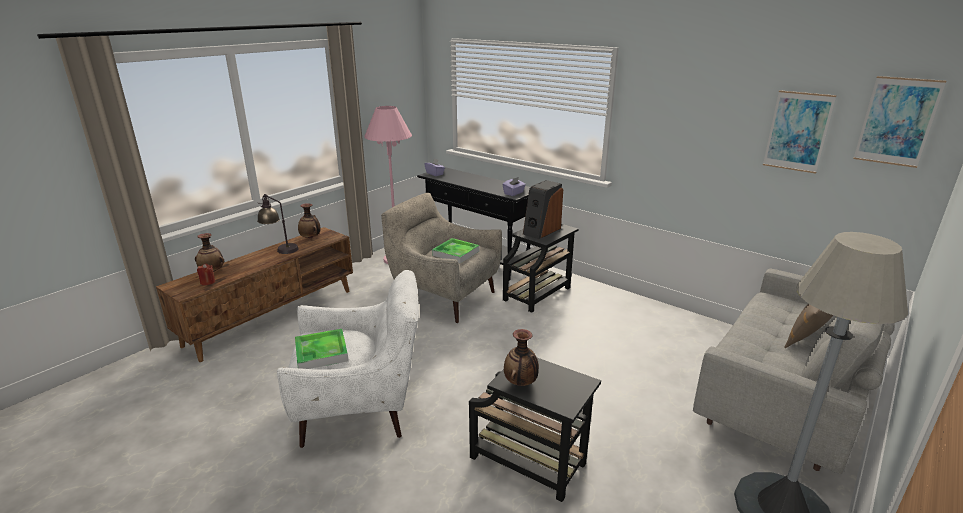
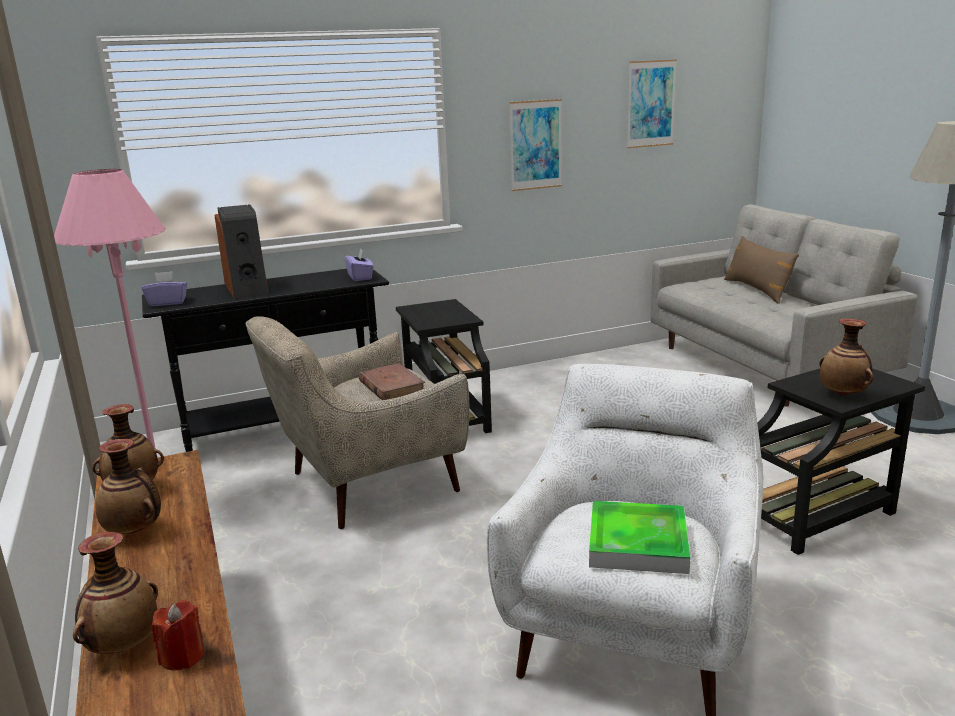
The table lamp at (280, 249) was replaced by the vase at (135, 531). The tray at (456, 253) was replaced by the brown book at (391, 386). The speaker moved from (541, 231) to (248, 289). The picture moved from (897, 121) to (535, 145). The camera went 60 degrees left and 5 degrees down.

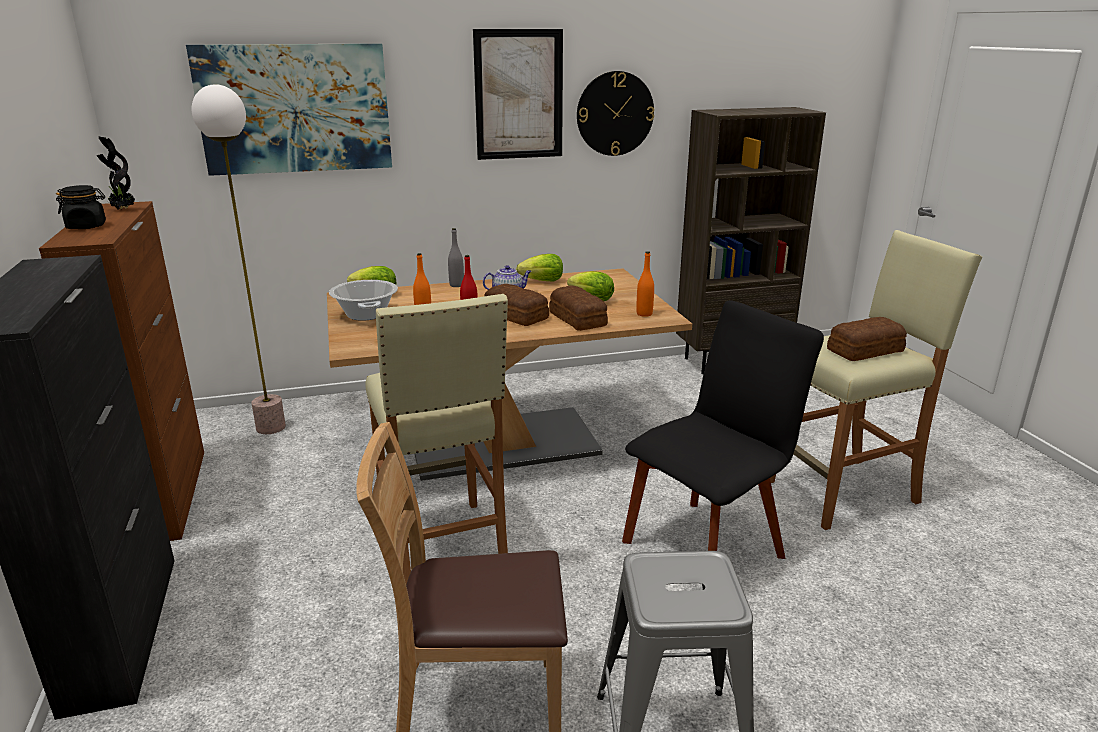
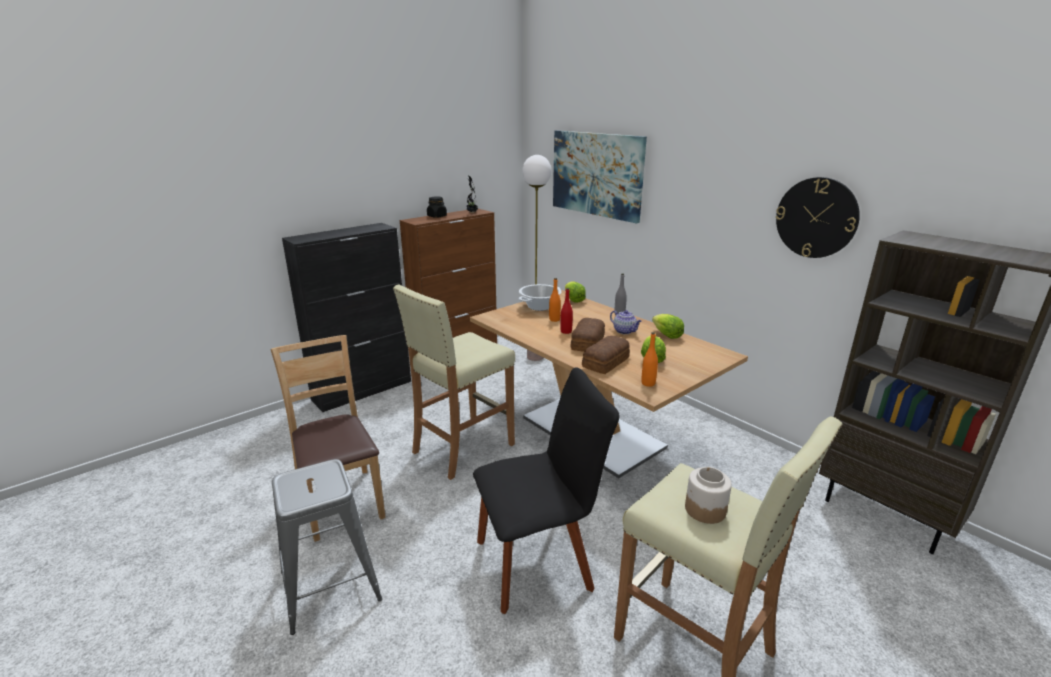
The picture at (519, 95) disappeared. The black chair at (707, 545) turned 45 degrees counterclockwise. The bread at (863, 350) was replaced by the jar at (705, 509). The camera went 65 degrees right and 0 degrees up.

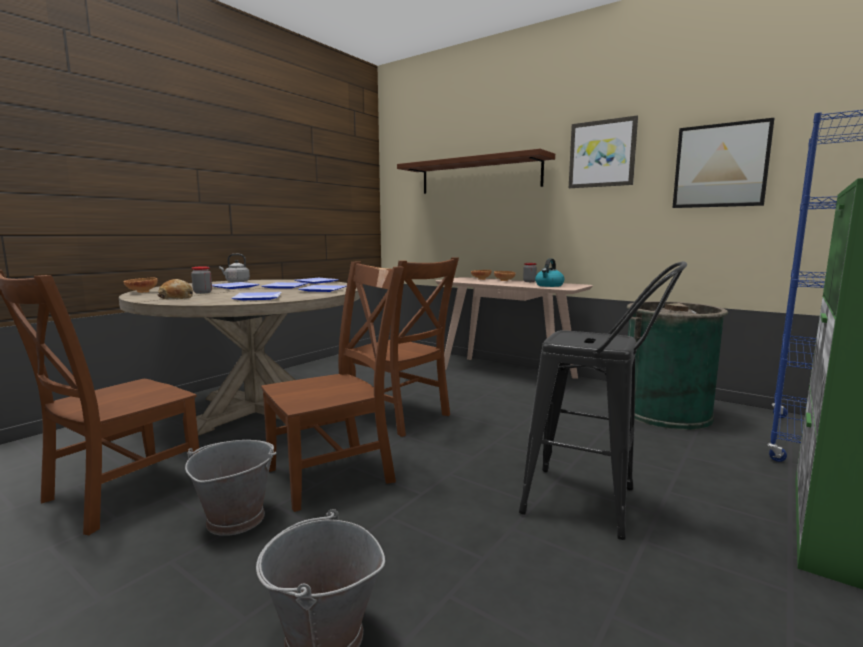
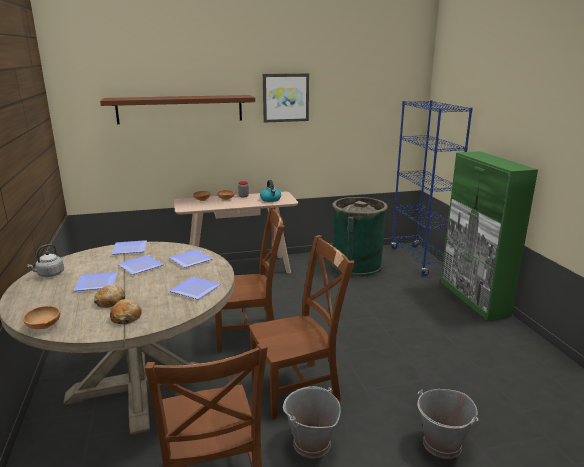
The jar at (202, 292) was replaced by the bread at (110, 302). The brown chair at (336, 474) turned 60 degrees clockwise. The black stool at (593, 504) disappeared. The picture at (720, 166) disappeared. The camera went 50 degrees left and 10 degrees up.

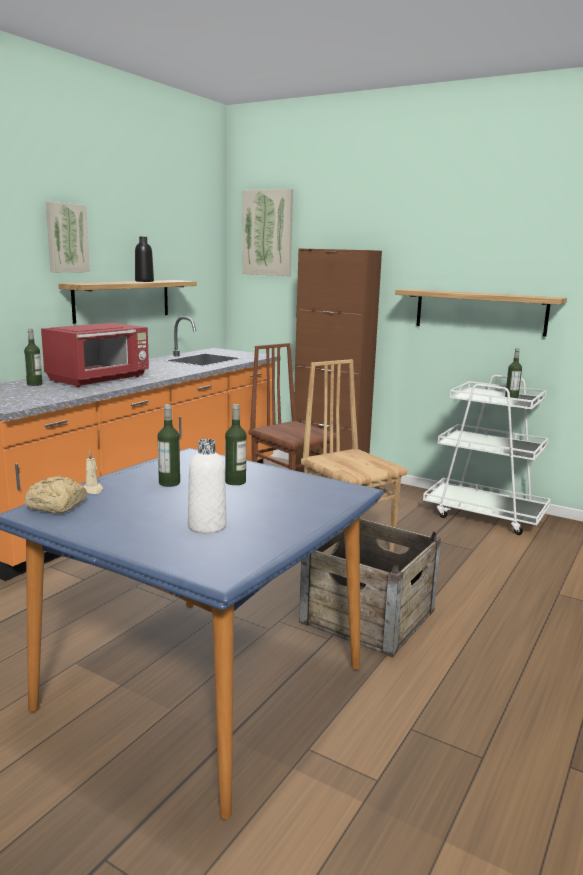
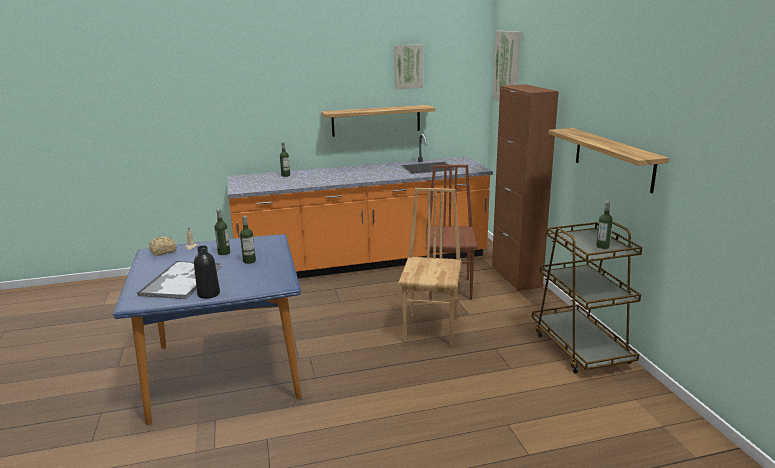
The red microwave at (100, 379) disappeared. The picture moved from (66, 238) to (408, 66). The black bottle moved from (144, 281) to (208, 294). The white bottle at (207, 526) was replaced by the tray at (181, 280). The crate at (367, 616) disappeared. The white cart at (485, 515) became the brown cart at (580, 348). The camera went 45 degrees right and 5 degrees up.

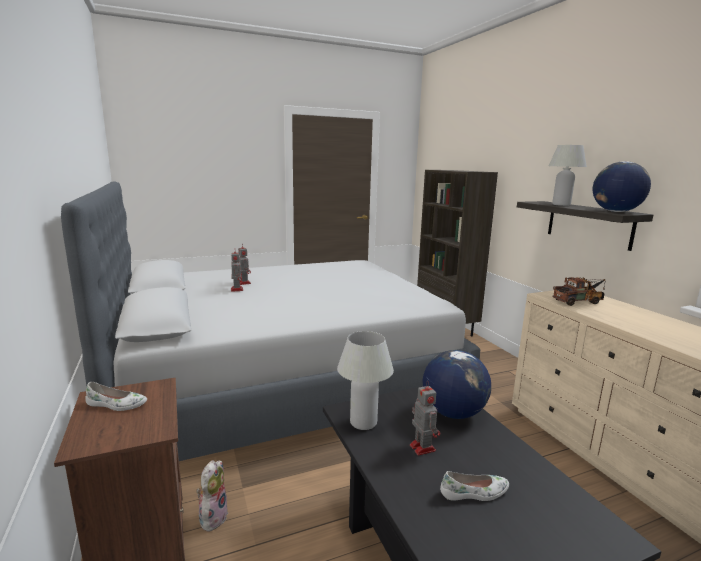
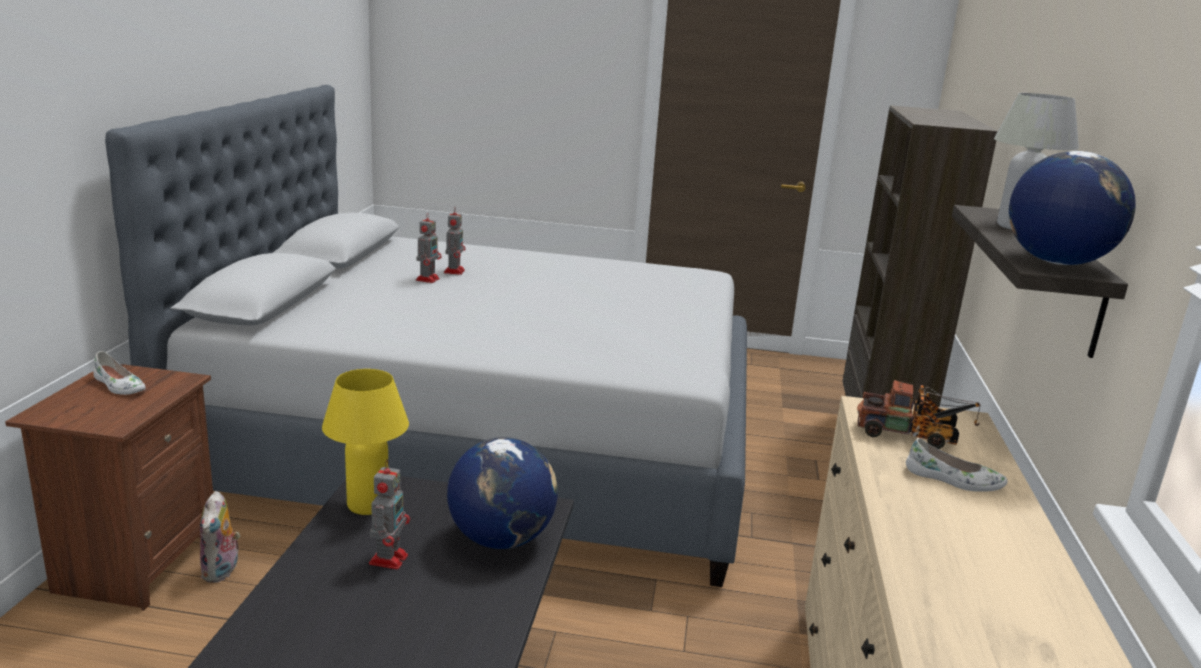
The plush toy at (213, 516) turned 135 degrees clockwise. The white table lamp at (363, 422) became the yellow table lamp at (368, 505). The white shoe moved from (474, 493) to (953, 480). The camera went 30 degrees right and 5 degrees up.

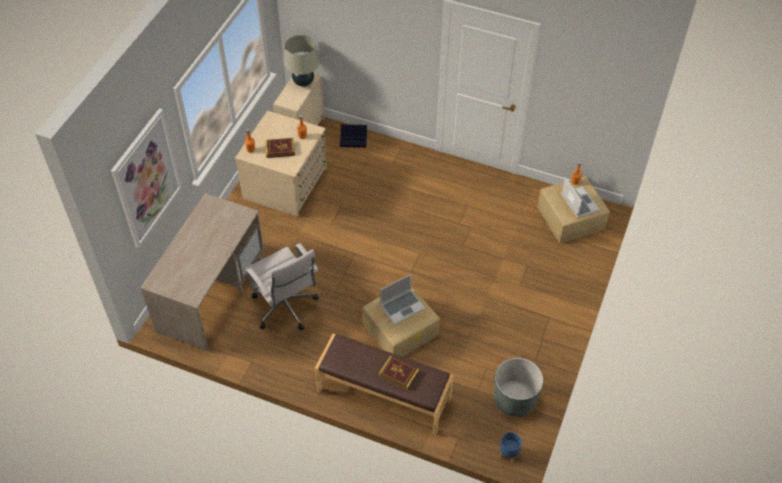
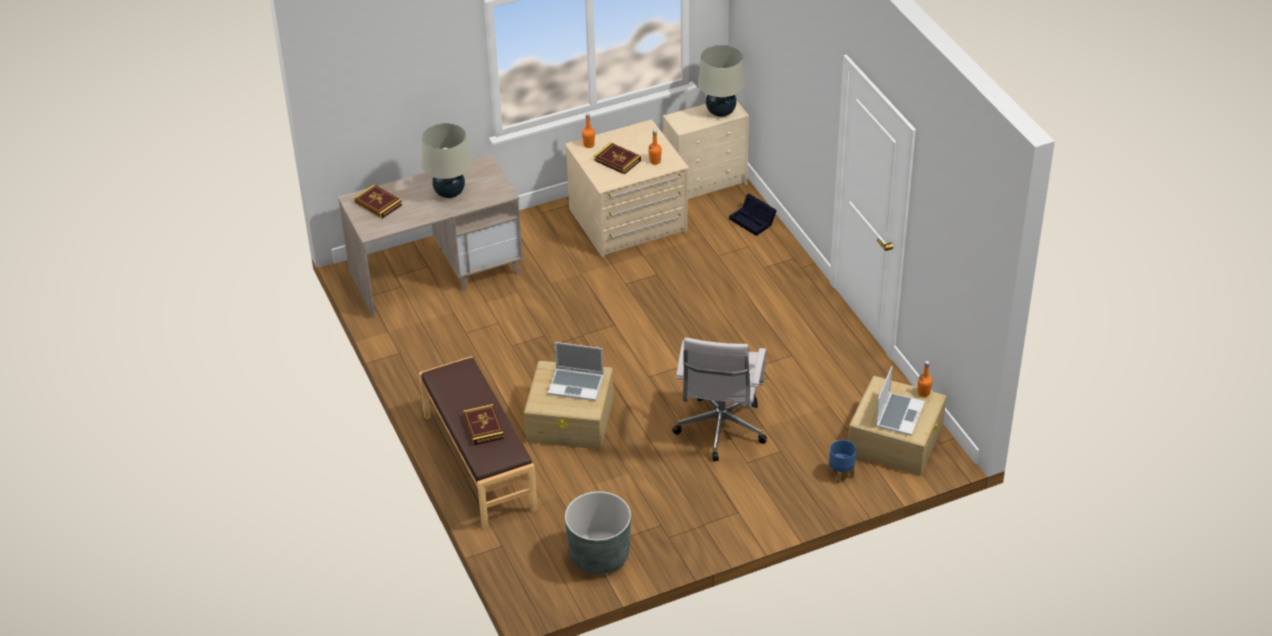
The picture at (146, 178) disappeared. The white office chair moved from (286, 309) to (720, 431). The blue planter moved from (508, 453) to (841, 473). The book at (378, 204) appeared. The beige table lamp at (449, 193) appeared. The camera went 45 degrees right and 10 degrees down.

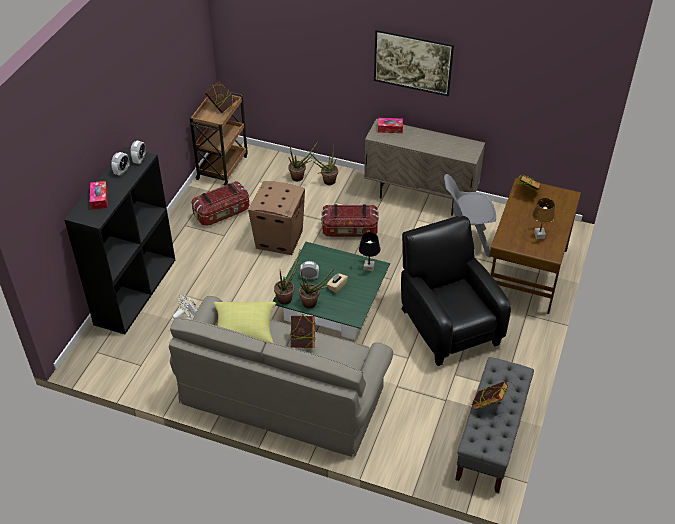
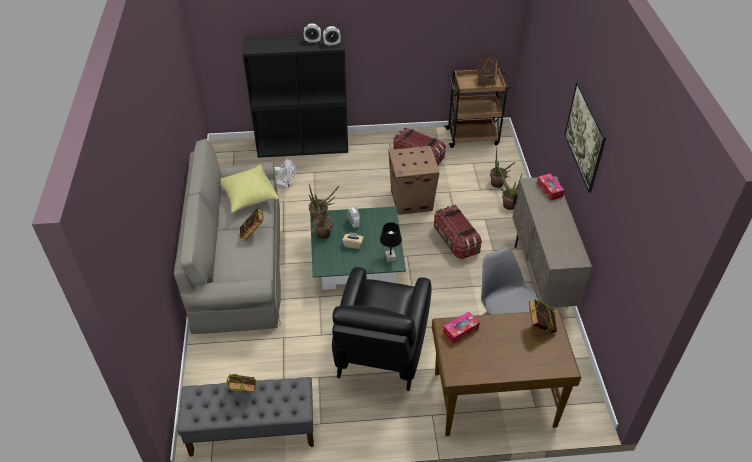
The tissue box moved from (99, 198) to (460, 331). The black armchair at (447, 324) turned 150 degrees clockwise. The brown table lamp at (539, 235) disappeared. The camera went 65 degrees right and 0 degrees up.

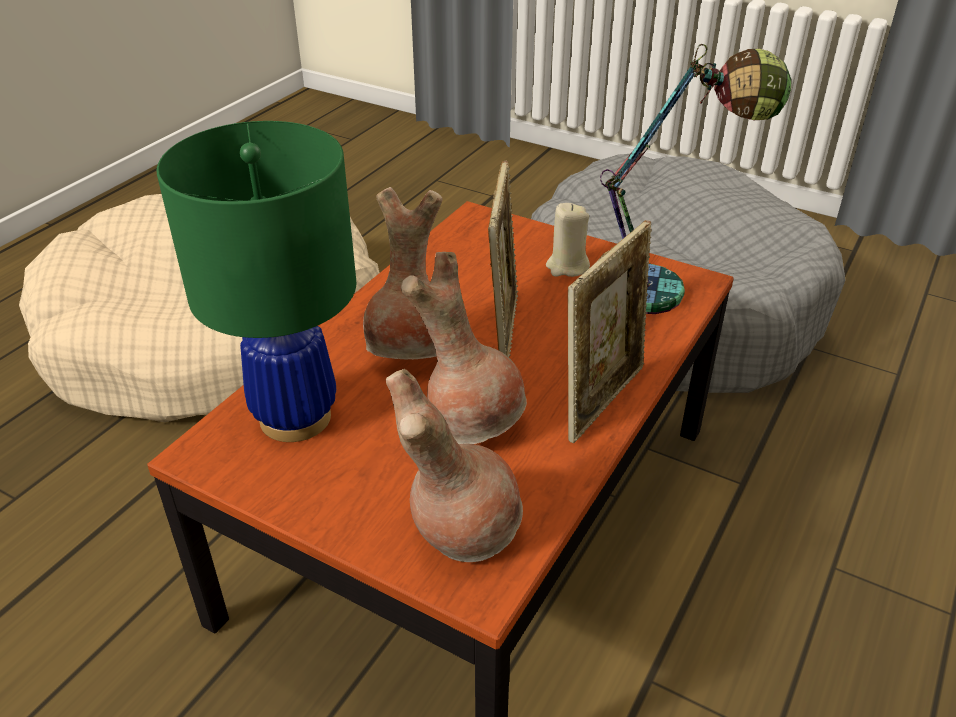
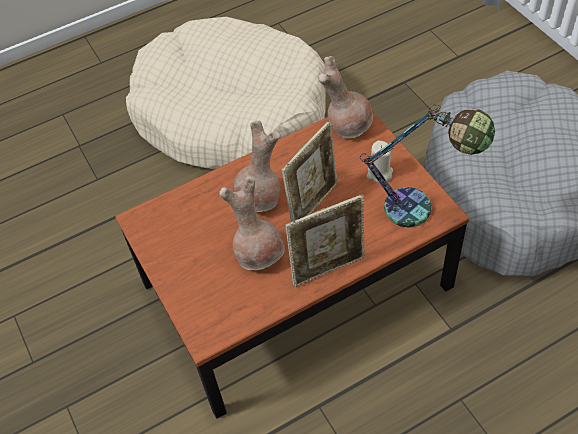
The green table lamp at (295, 418) disappeared. The brown vase moved from (461, 530) to (348, 126). The camera went 35 degrees right and 15 degrees up.

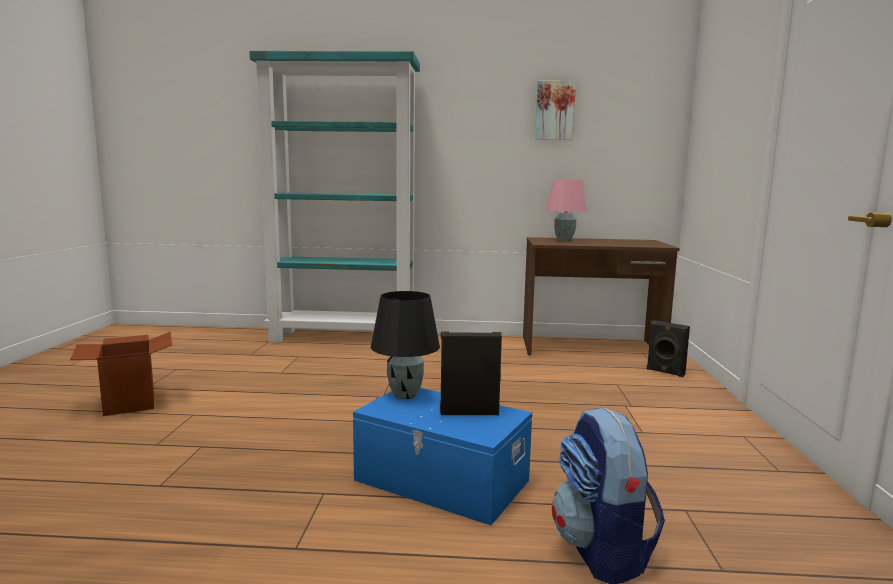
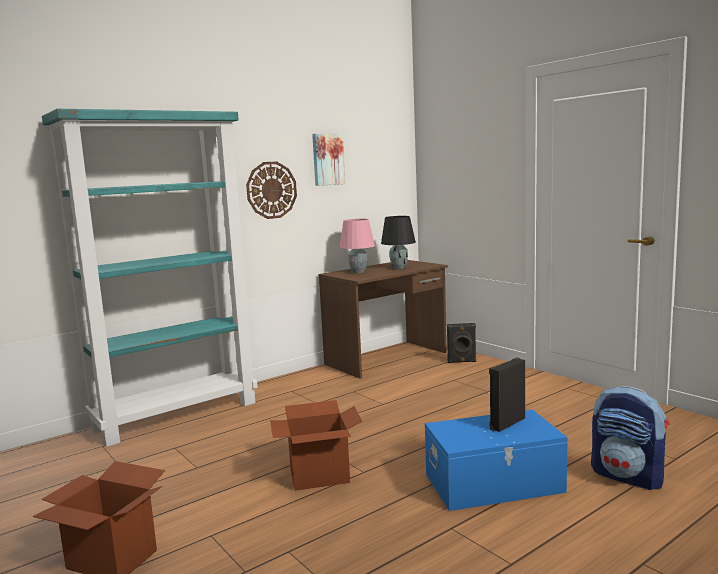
The black table lamp moved from (404, 395) to (399, 268). The wall clock at (271, 190) appeared. The cardboard box at (319, 476) appeared. The camera went 40 degrees left and 0 degrees up.

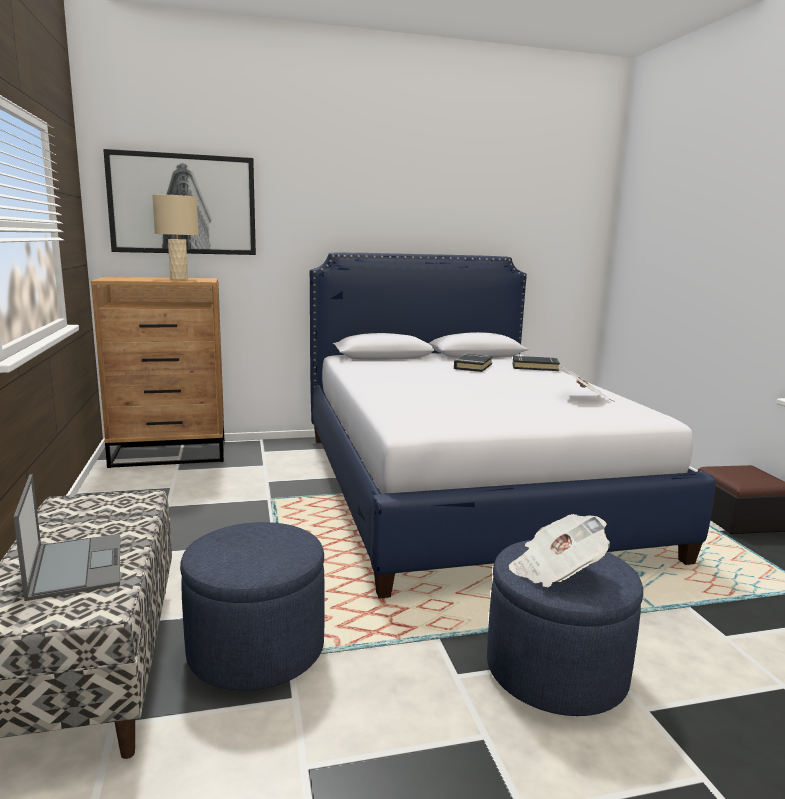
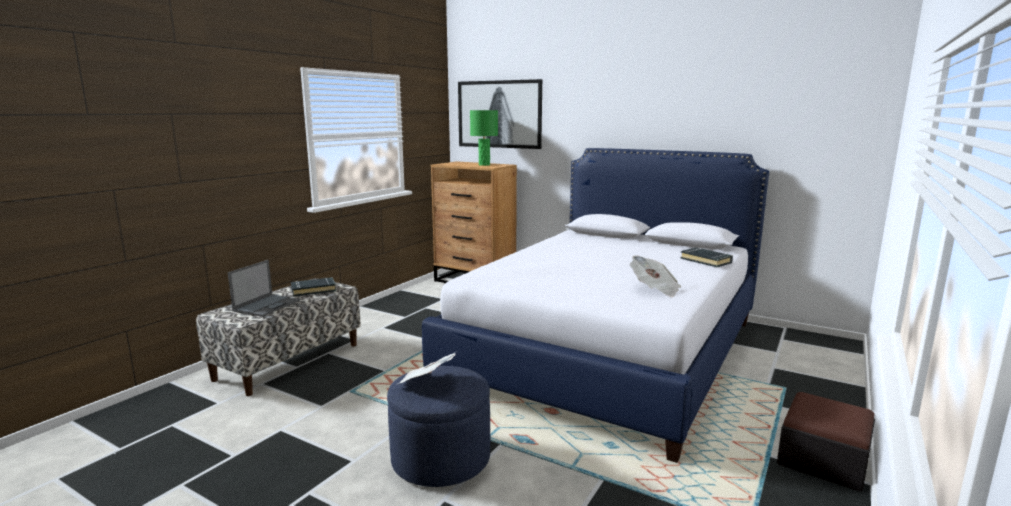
The beige table lamp at (178, 279) became the green table lamp at (484, 165). The blue ottoman at (256, 649) disappeared. The black book moved from (473, 366) to (313, 290). The camera went 45 degrees right and 0 degrees up.

